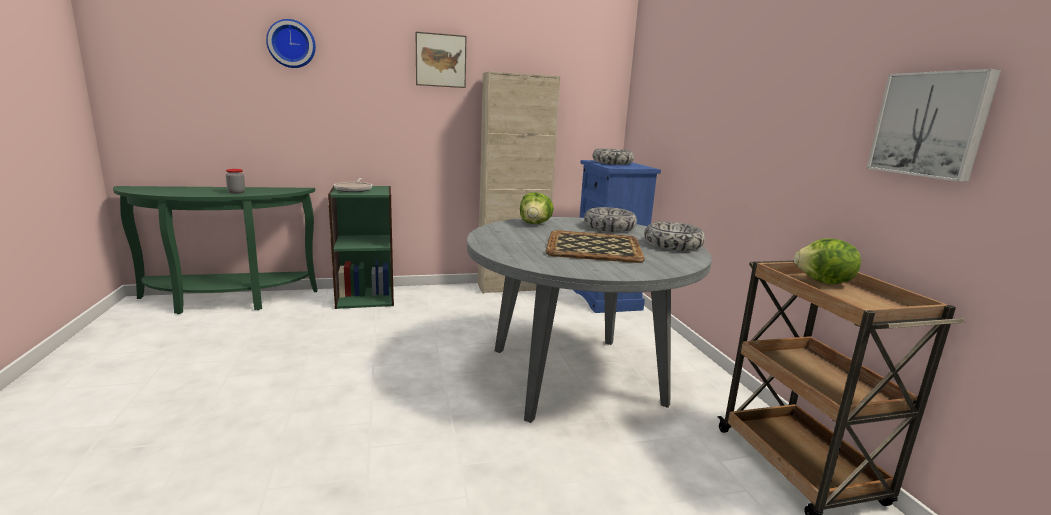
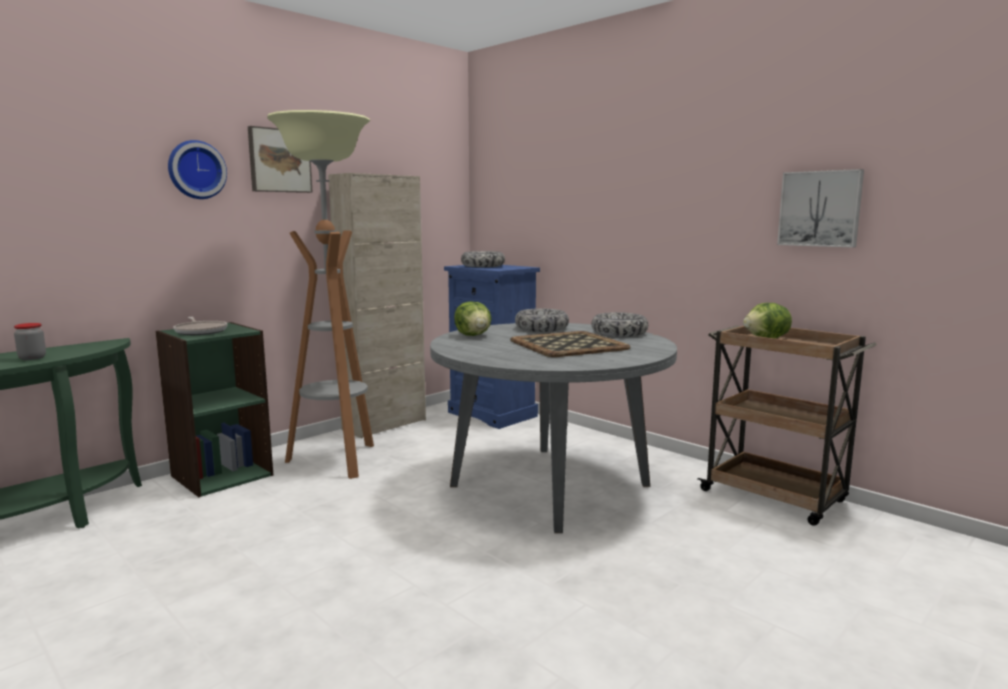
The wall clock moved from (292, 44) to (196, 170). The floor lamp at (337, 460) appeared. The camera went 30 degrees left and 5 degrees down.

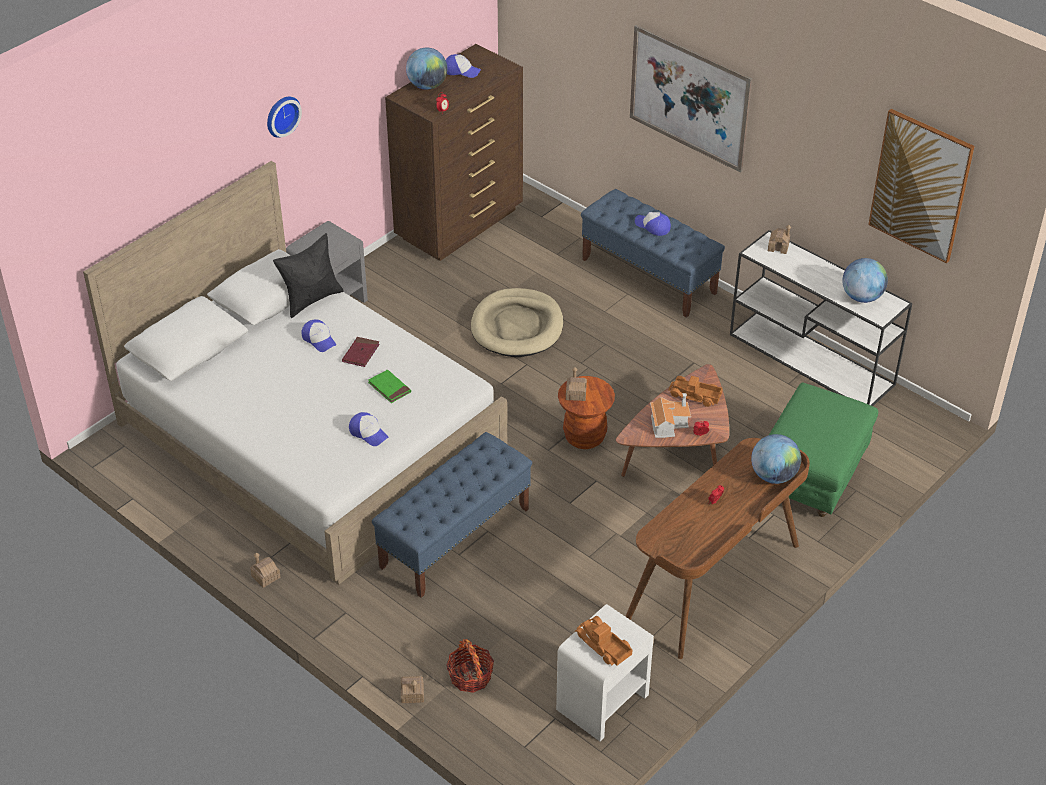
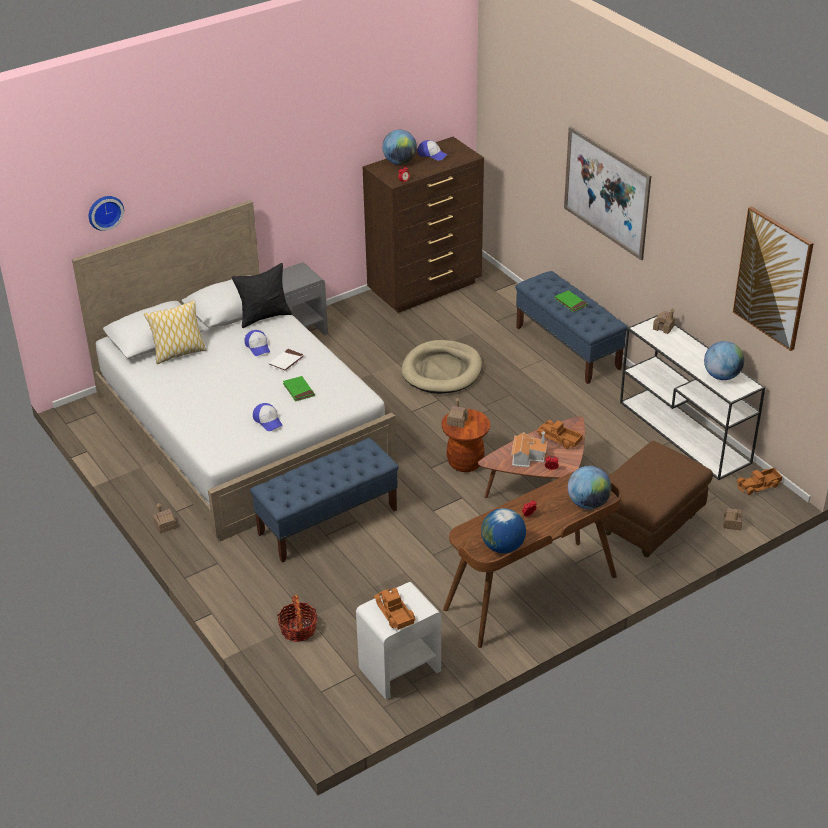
The wall clock moved from (281, 115) to (104, 211). The red book at (361, 353) became the white book at (286, 361). The toy house moved from (412, 694) to (732, 523). The cap at (652, 226) was replaced by the green book at (570, 302). The green ottoman at (811, 477) became the brown ottoman at (648, 524). The pillow at (178, 353) appeared. The globe at (502, 547) appeared. The toy truck at (759, 486) appeared. The camera went 15 degrees right and 5 degrees down.

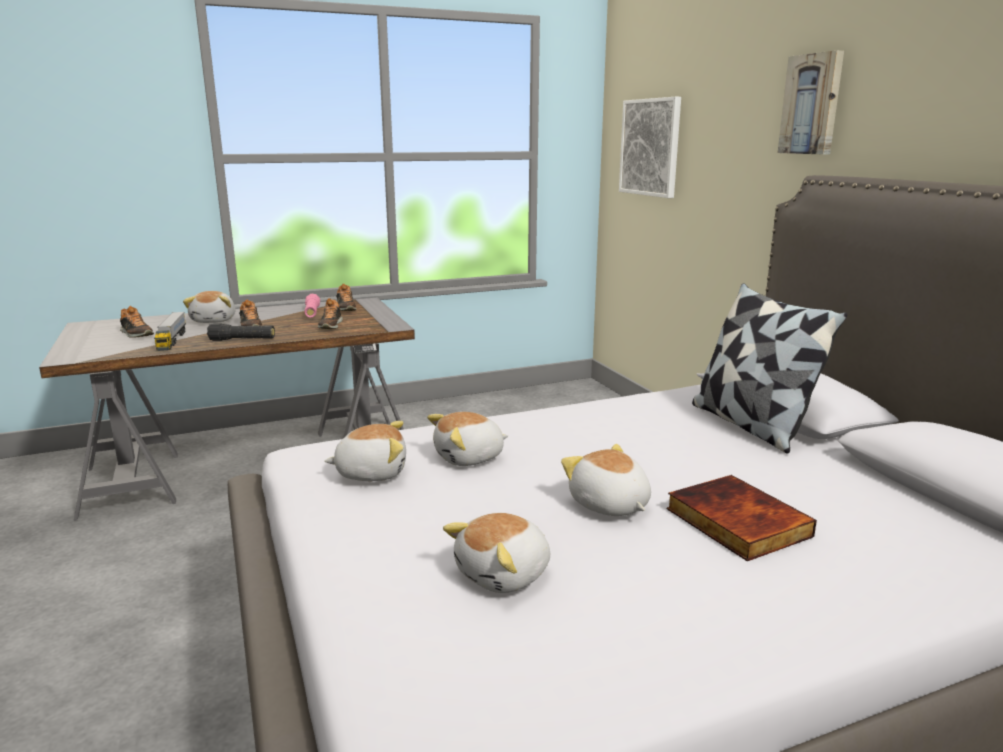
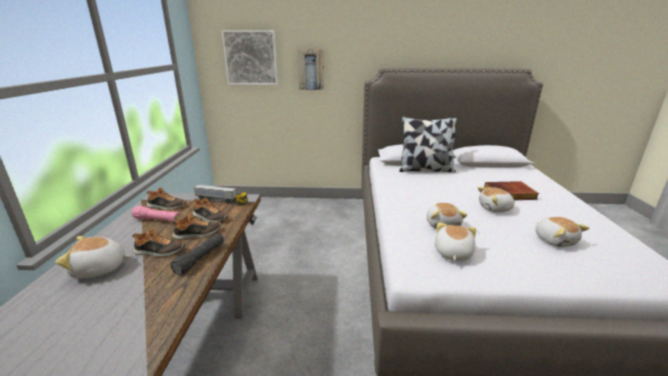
The shoe moved from (136, 334) to (198, 234). The toy truck moved from (172, 340) to (221, 201). The plush toy at (215, 320) turned 150 degrees clockwise. The picture moved from (812, 104) to (311, 69). The camera went 65 degrees left and 5 degrees up.

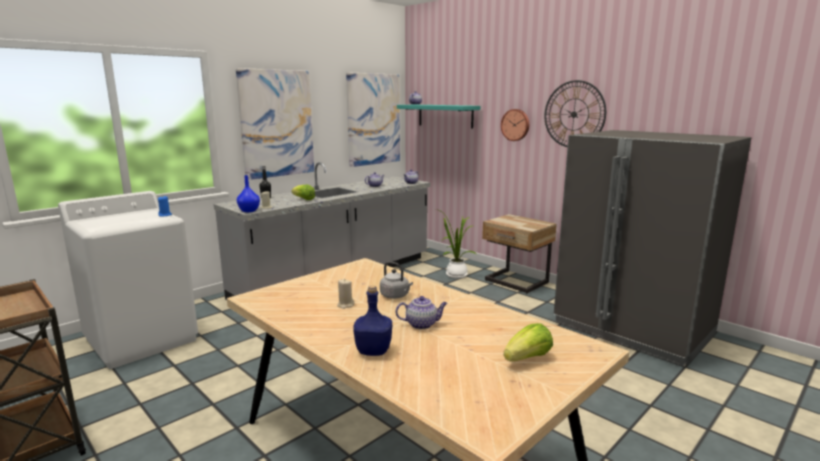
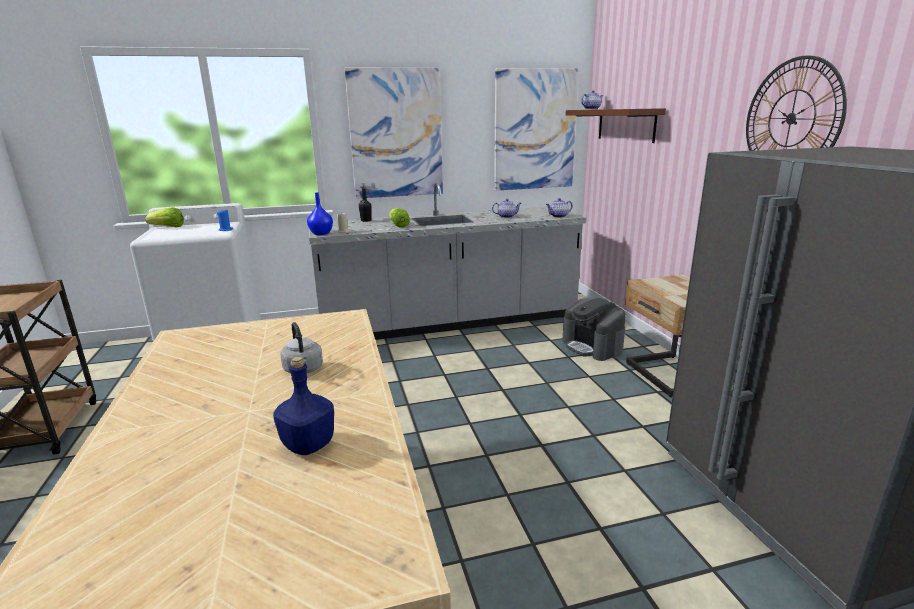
The beige candle at (345, 305) disappeared. The blue bottle moved from (374, 351) to (309, 445). The teapot at (422, 324) disappeared. The turquoise shelf at (445, 116) became the brown shelf at (626, 125). The potted plant at (455, 274) was replaced by the coffee machine at (592, 347). The wall clock at (515, 125) disappeared. The lettuce moved from (528, 358) to (168, 227). The camera went 30 degrees right and 5 degrees up.

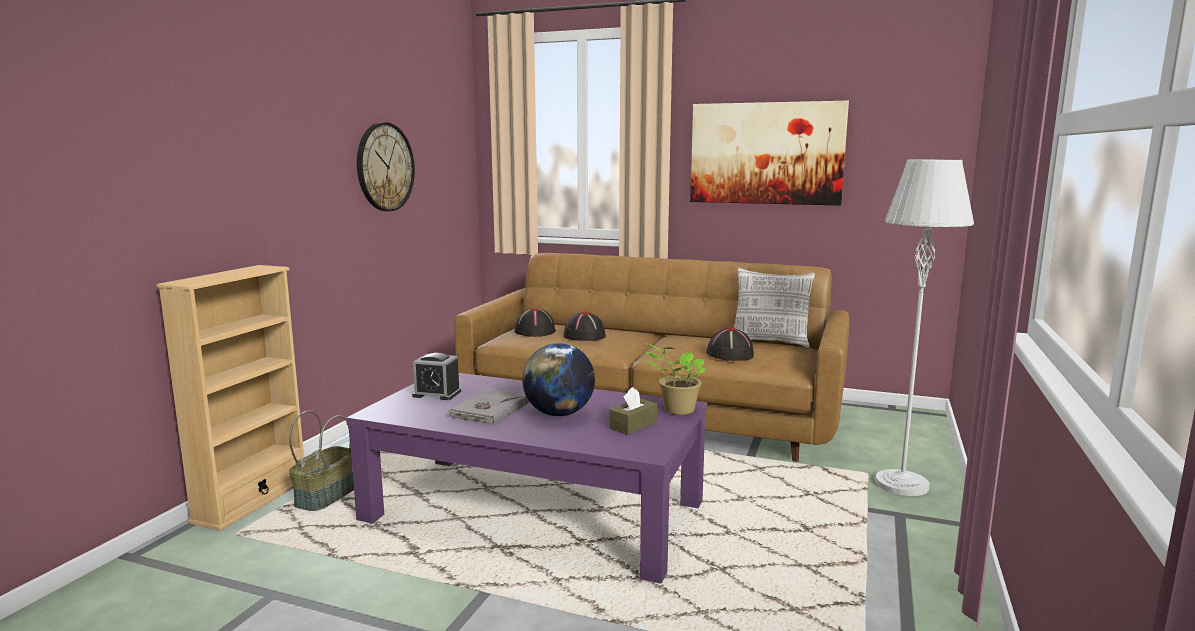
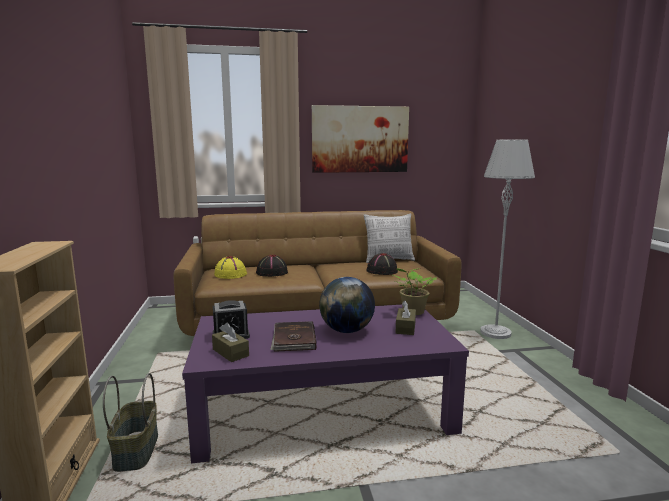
The wall clock at (385, 167) disappeared. The grey book at (489, 410) became the brown book at (293, 339). The black hat at (535, 331) became the yellow hat at (230, 274). The brown tissue box at (230, 352) appeared. The camera went 30 degrees left and 0 degrees up.

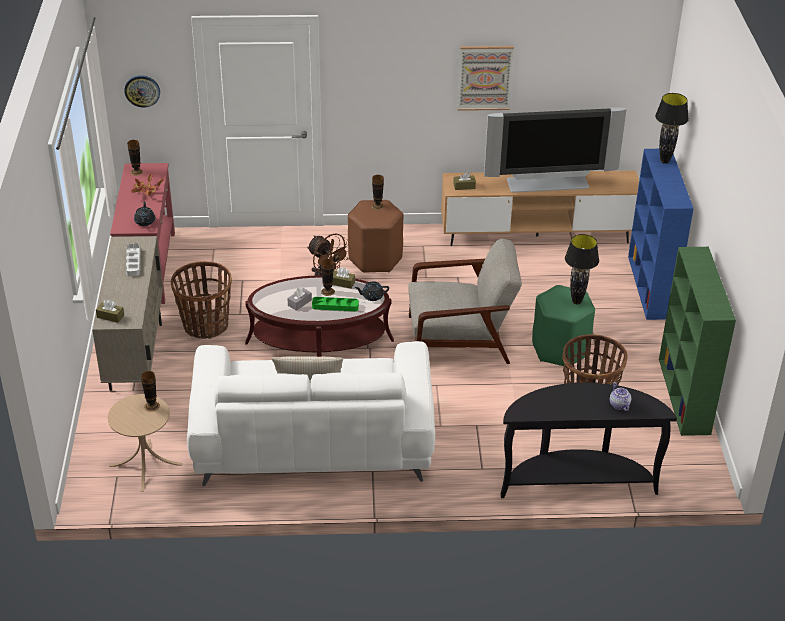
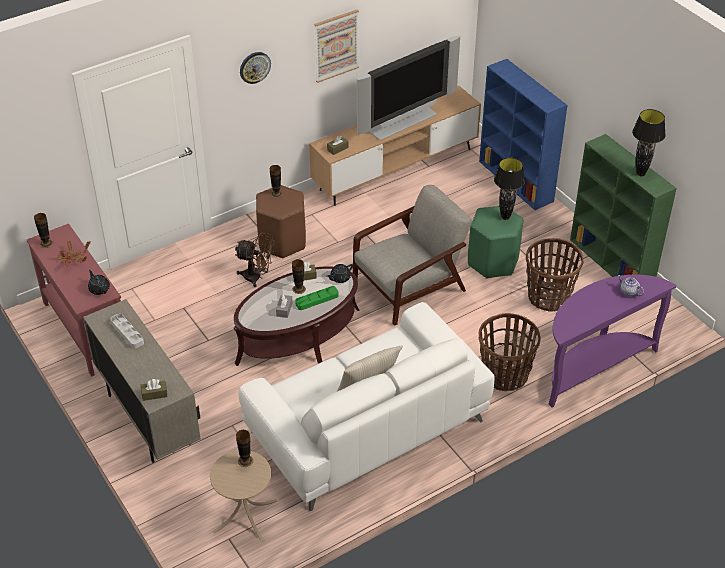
The wall clock moved from (142, 90) to (254, 67). The basket moved from (205, 325) to (505, 375). The black console table at (576, 481) became the purple console table at (593, 367). The black table lamp moved from (664, 161) to (640, 173). The camera went 30 degrees left and 5 degrees up.

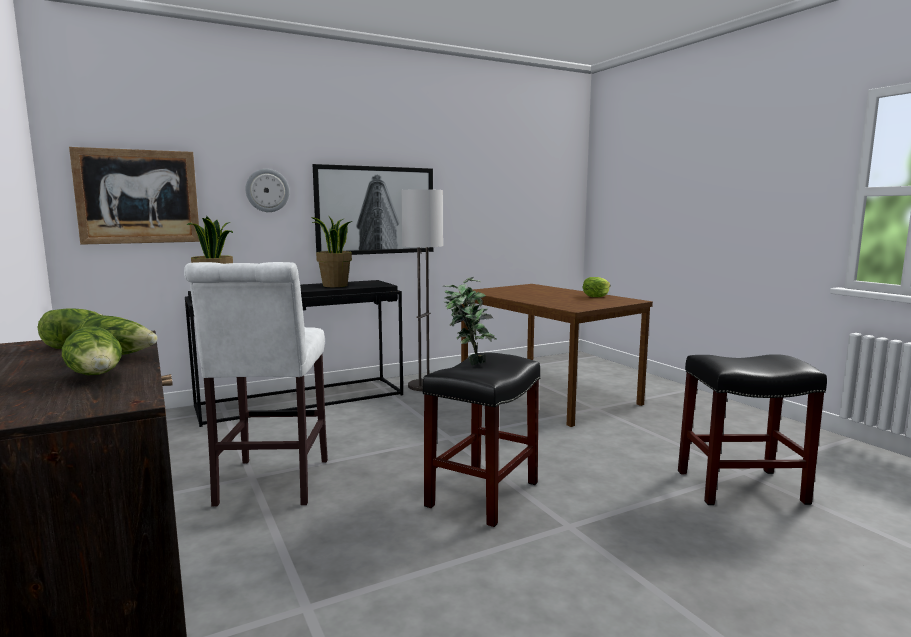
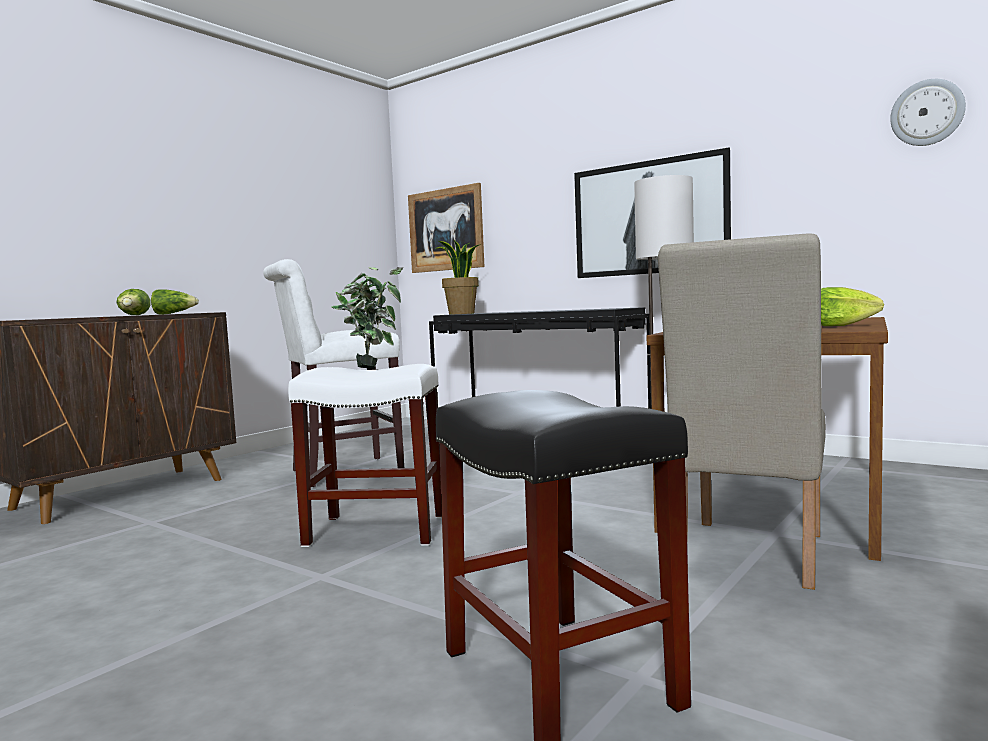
The lettuce at (97, 376) disappeared. The wall clock moved from (267, 190) to (927, 113). The potted plant at (334, 285) disappeared. The black stool at (483, 493) became the white stool at (378, 530). The beige chair at (747, 557) appeared. The camera went 65 degrees right and 5 degrees down.

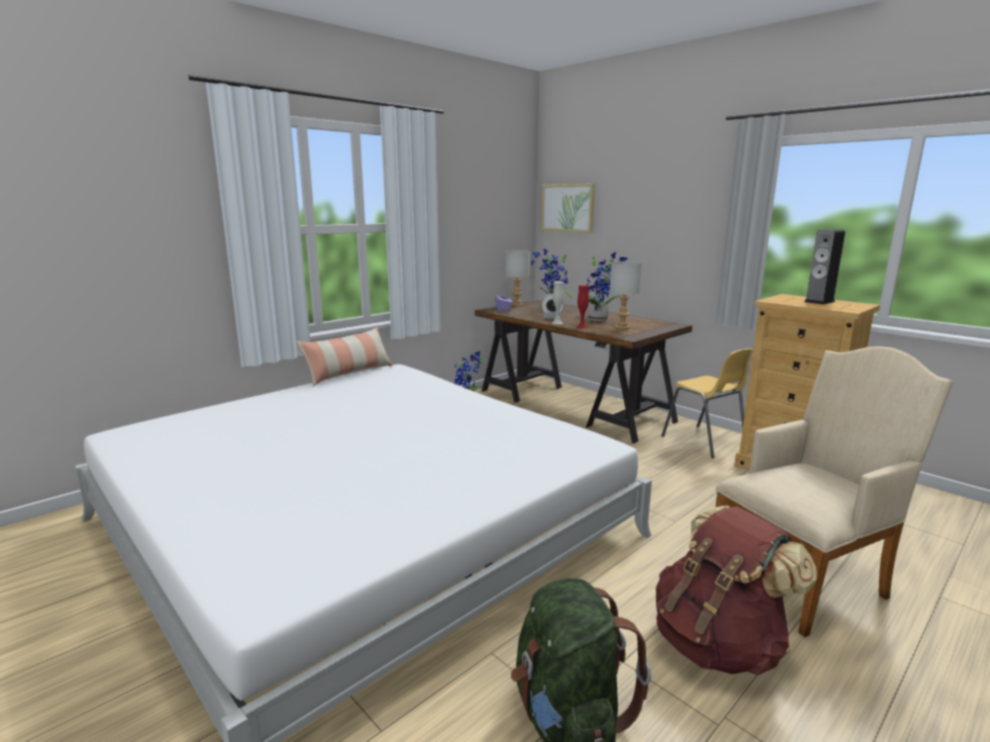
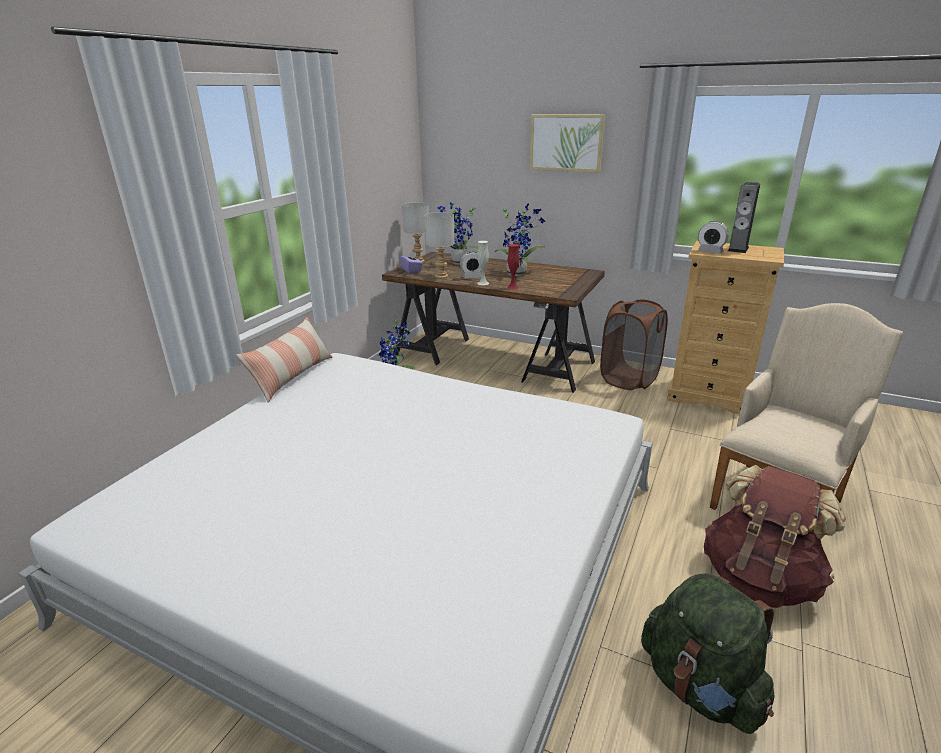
The picture moved from (568, 208) to (566, 142). The grey table lamp moved from (622, 327) to (442, 276). The yellow chair at (704, 442) was replaced by the brown laundry basket at (629, 379). The alarm clock at (710, 252) appeared. The camera went 20 degrees left and 10 degrees up.

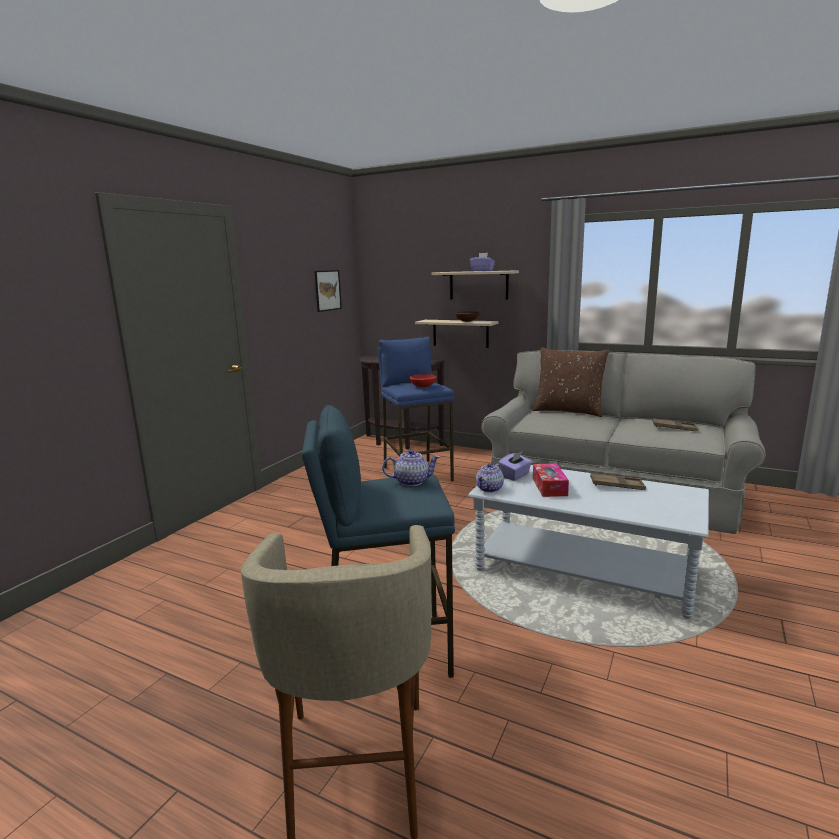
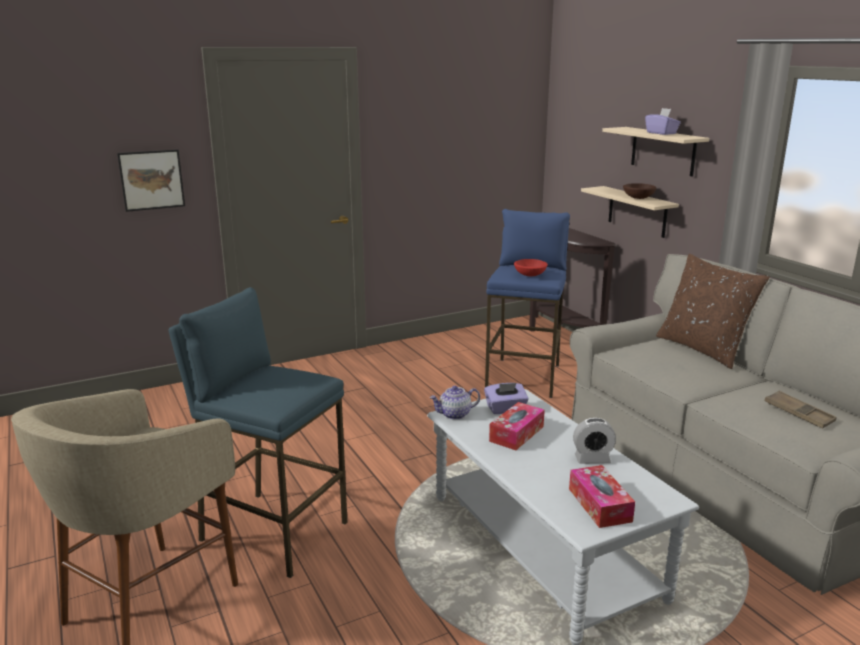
The picture moved from (327, 290) to (151, 180). The teapot at (412, 481) disappeared. The brown tray at (617, 485) was replaced by the alarm clock at (592, 459). The tissue box at (599, 505) appeared. The camera went 35 degrees right and 5 degrees up.

